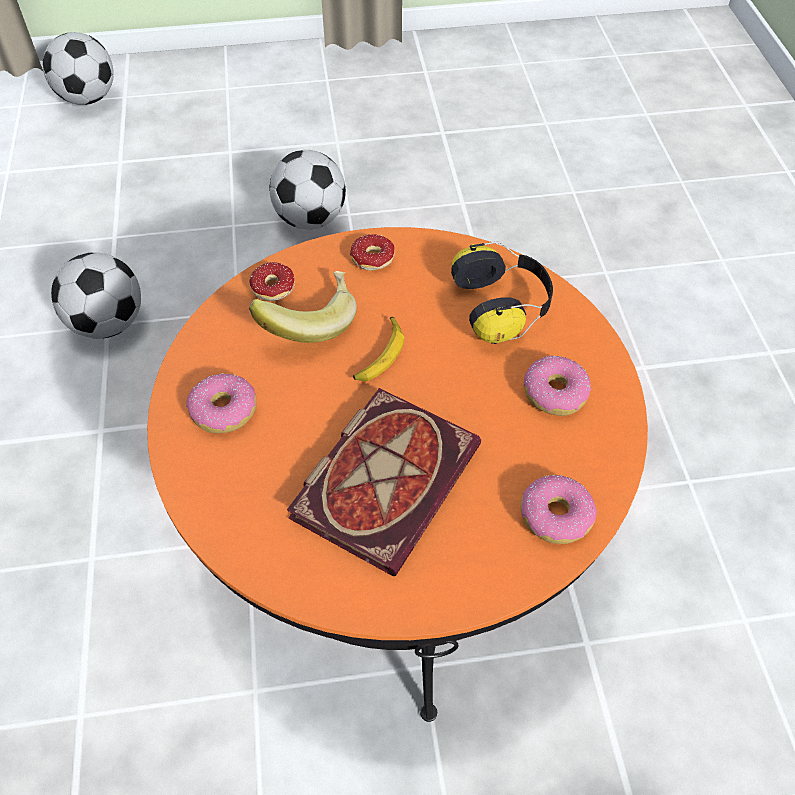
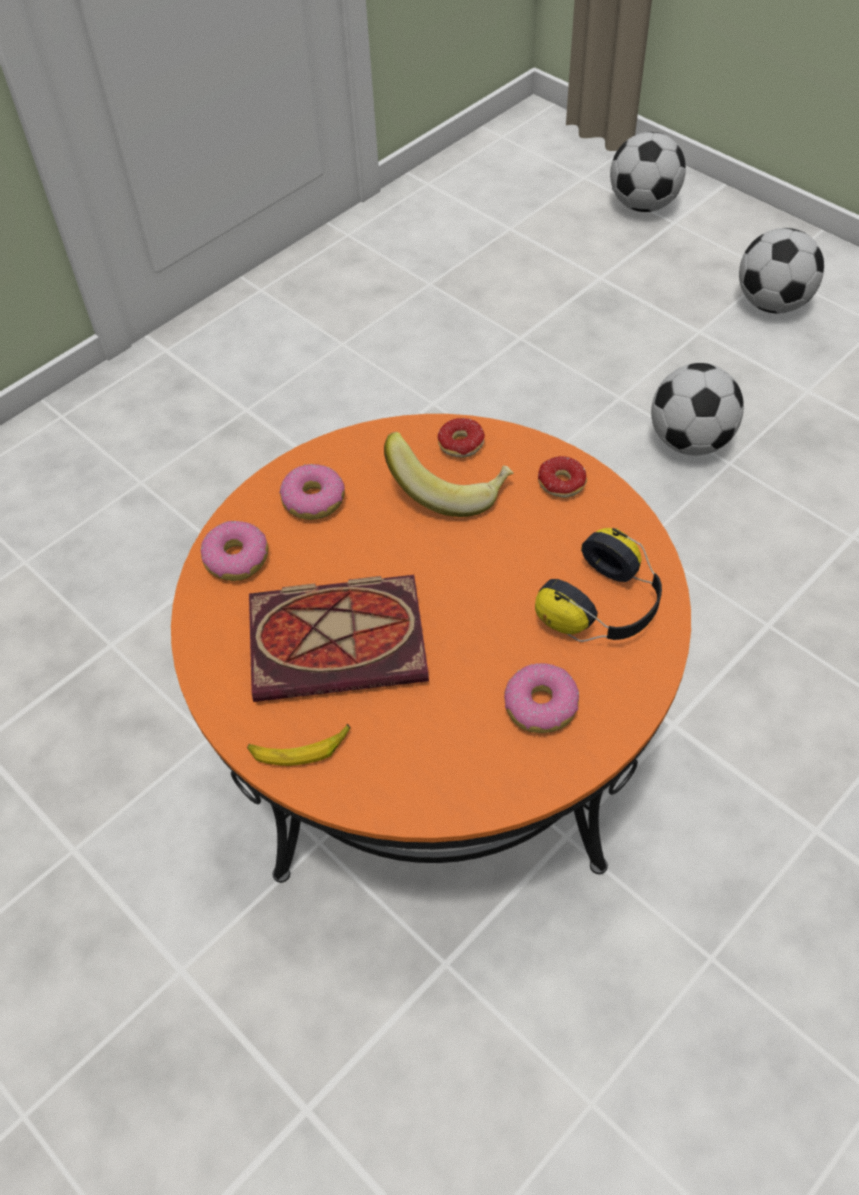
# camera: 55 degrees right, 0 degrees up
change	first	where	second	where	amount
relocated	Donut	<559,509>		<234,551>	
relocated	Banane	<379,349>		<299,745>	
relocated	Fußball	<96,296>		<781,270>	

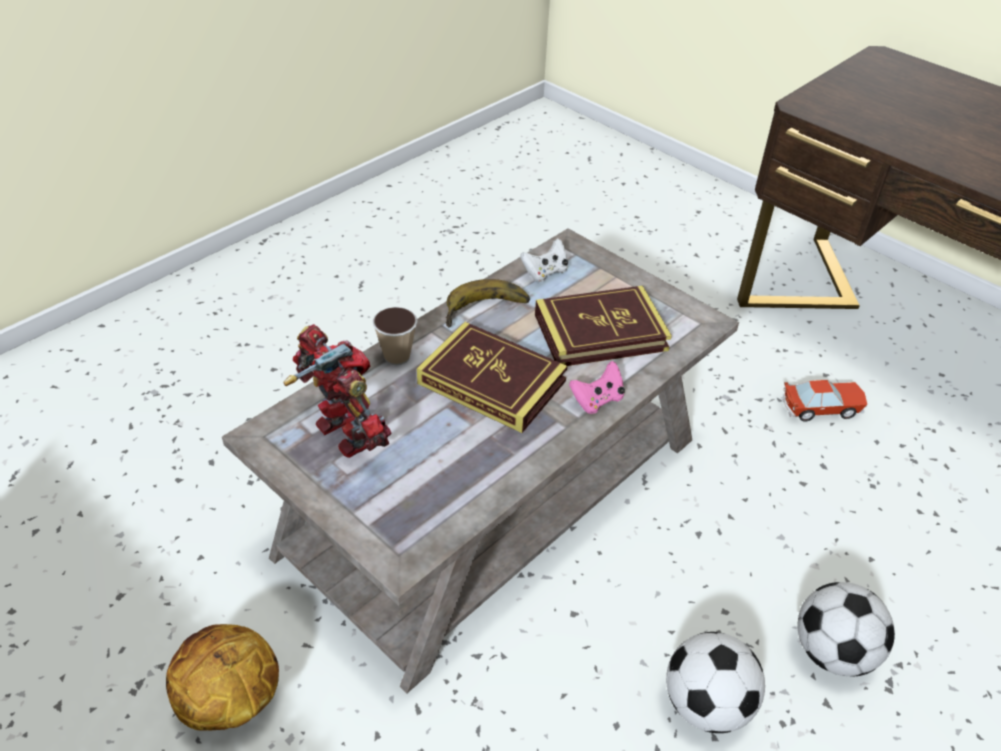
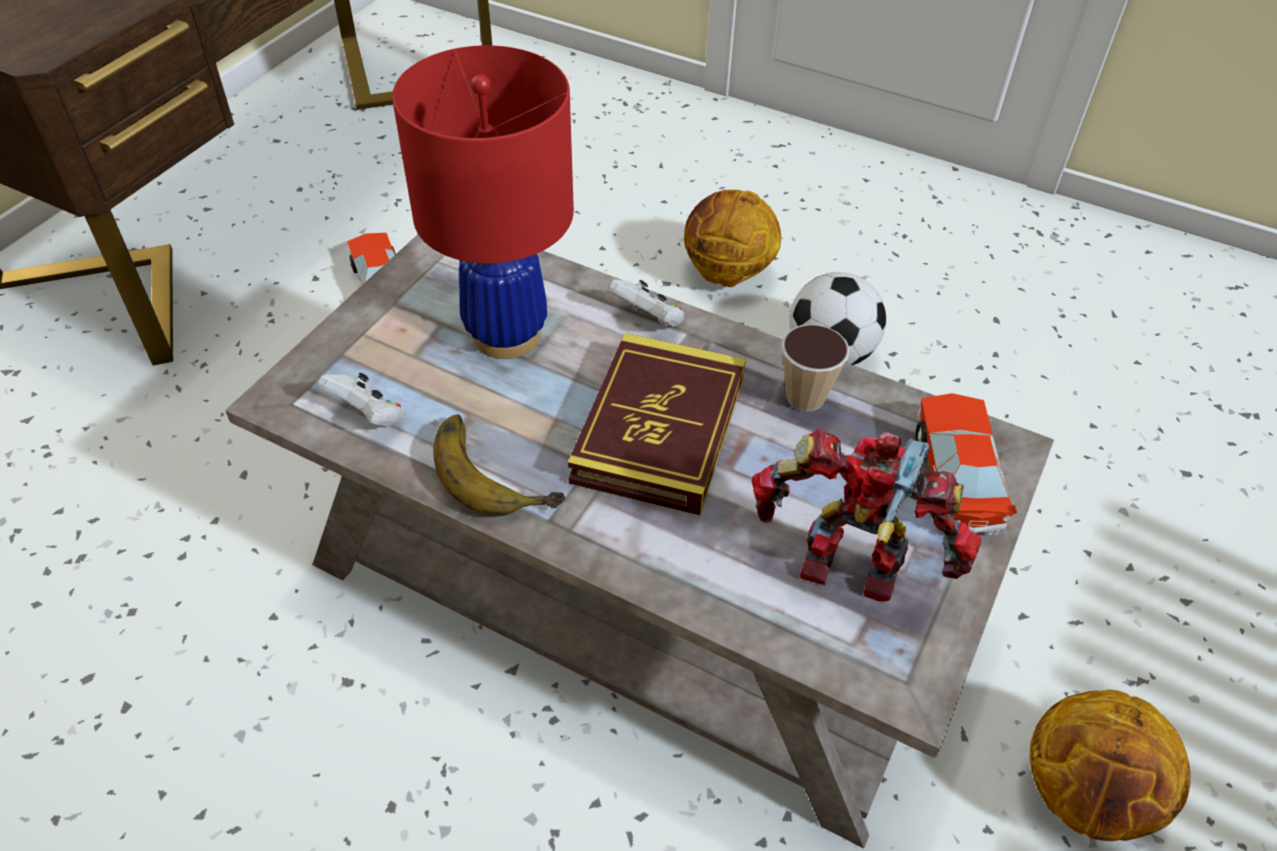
# camera: 105 degrees left, 5 degrees up
change	first	where	second	where	amount
exchanged	Buch	<603,326>	Tischlampe (rot)	<483,202>	
colour	Gamepad (rosa)	<597,387>	Gamepad (weiß)	<646,303>	
exchanged	Fußball	<846,629>	Basketball	<732,238>	
spun	Spielzeugroboter	<338,391>		<866,515>	75 degrees clockwise
relocated	Tasse	<395,336>		<815,368>	
appeared			Spielzeugauto	<966,464>	

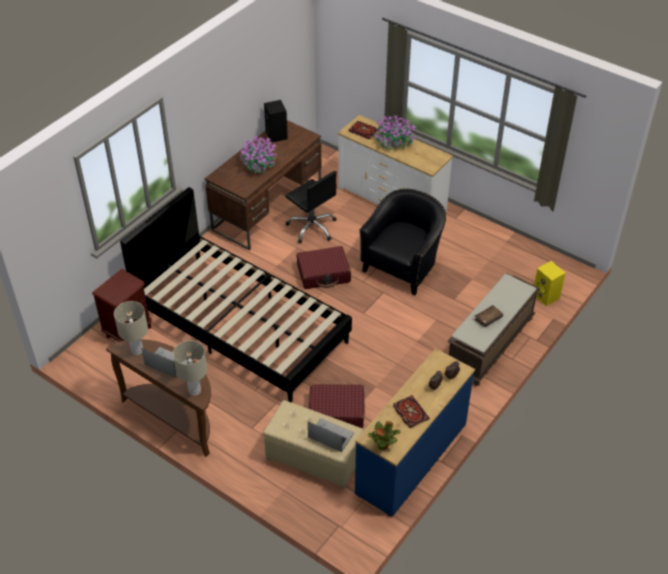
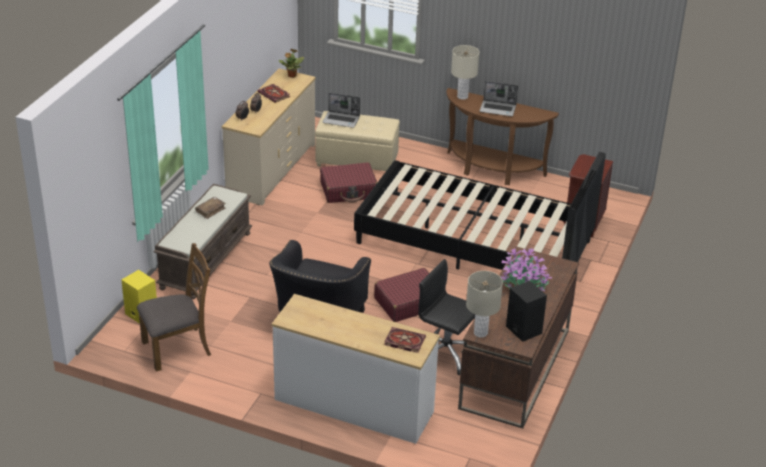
# camera: 165 degrees right, 10 degrees down
change	first	where	second	where	amount
appeared			Stuhl (braun)	<174,307>	
colour	Kommode (blau)	<415,432>	Kommode (beige)	<269,137>	
relocated	Tischlampe (beige)	<131,328>		<484,304>	
missing	Topfpflanze	<395,132>			

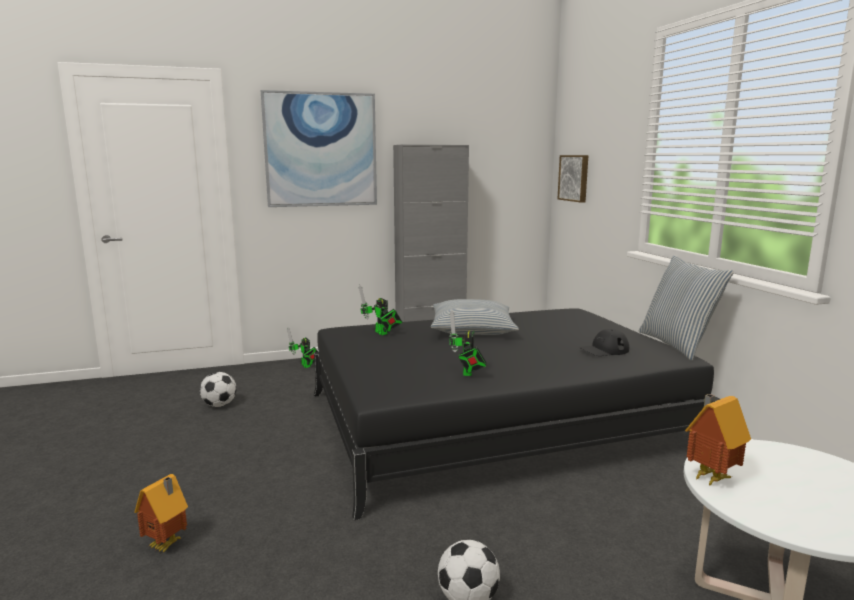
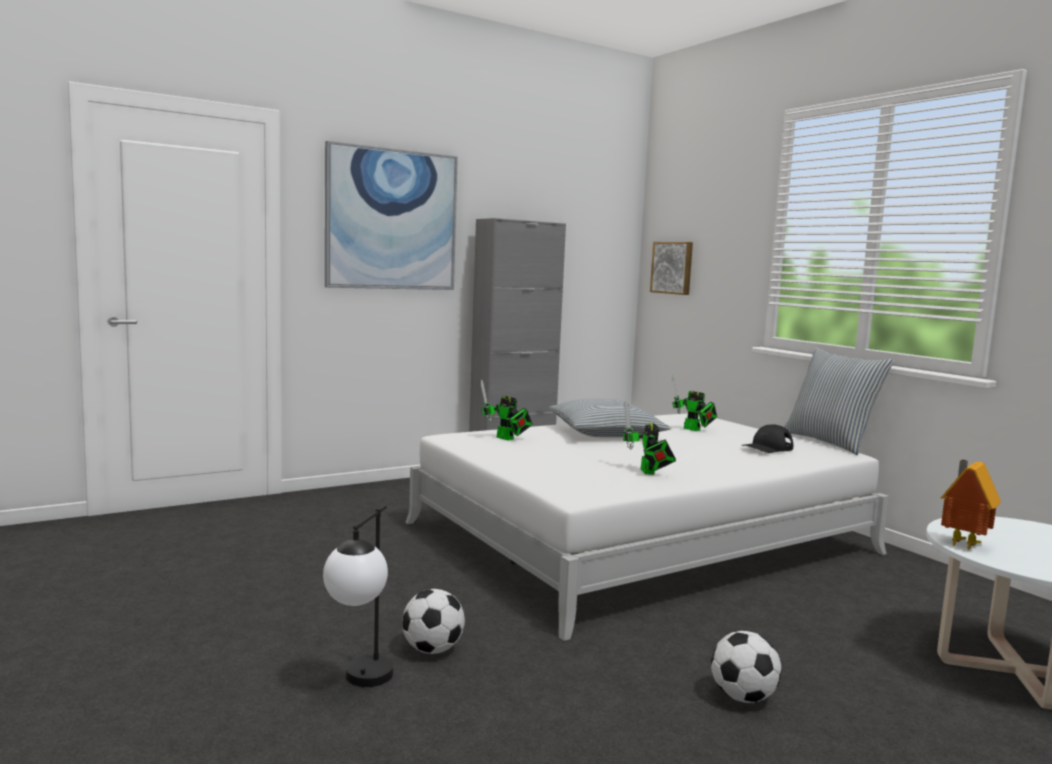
# camera: 15 degrees left, 5 degrees down
change	first	where	second	where	amount
exchanged	Spielzeughaus	<161,513>	Tischlampe	<358,596>	
relocated	Fußball	<218,389>		<433,621>	
colour	Bett (schwarz)	<517,414>	Bett (weiß)	<647,527>	
relocated	Spielzeugroboter	<302,347>		<694,403>	

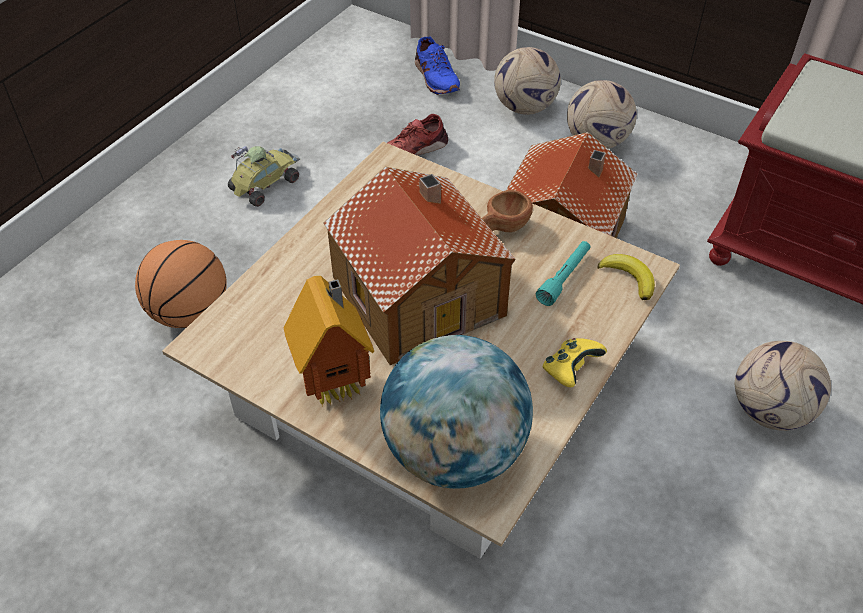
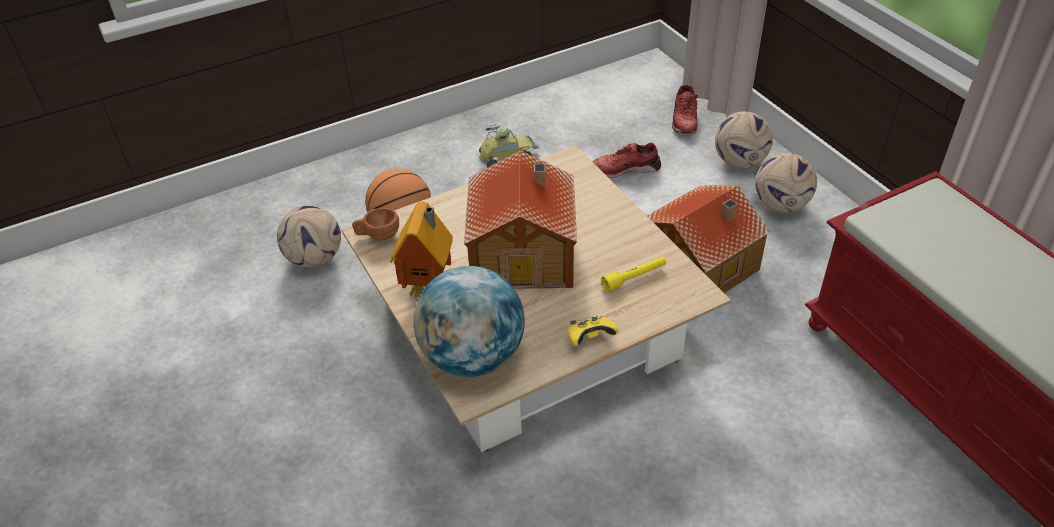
# camera: 30 degrees right, 5 degrees down
change	first	where	second	where	amount
relocated	Fußball	<783,386>		<309,236>	
relocated	Tasse (braun)	<507,211>		<375,224>	
colour	Taschenlampe (türkis)	<563,273>	Taschenlampe (gelb)	<633,274>	
colour	Schuh (blau)	<437,66>	Schuh (rot)	<685,109>	
missing	Banane	<626,277>			

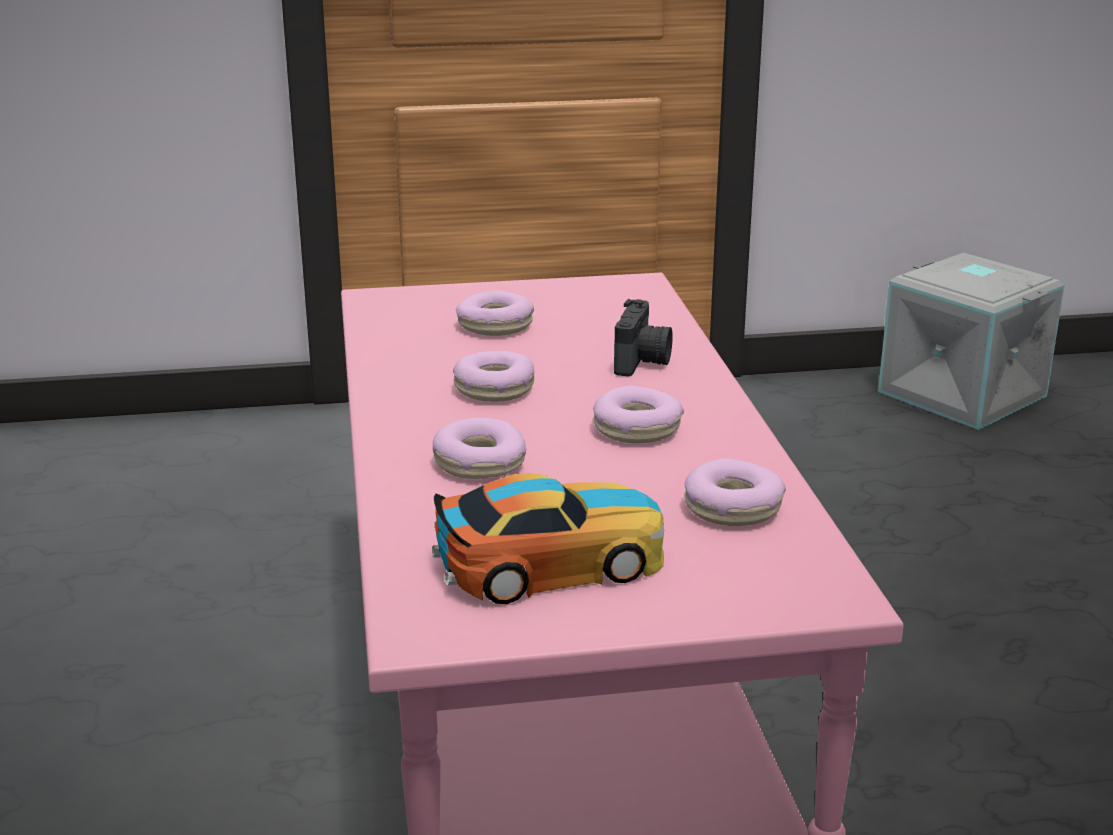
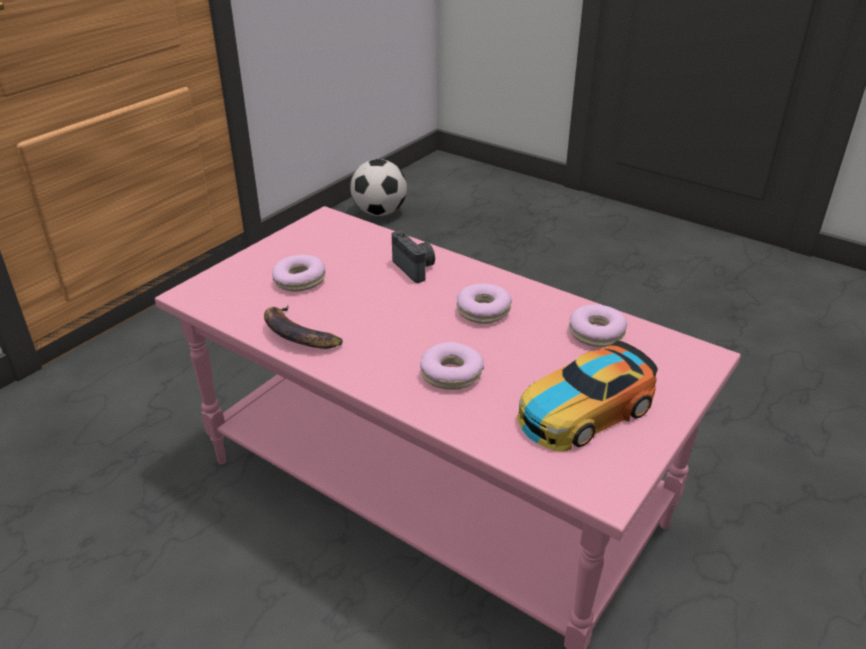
# camera: 45 degrees left, 10 degrees up
change	first	where	second	where	amount
appeared			Banane	<303,327>	
exchanged	Aufbewahrungsbox (grau)	<971,341>	Fußball	<378,187>	
spun	Spielzeugauto	<548,538>		<587,396>	150 degrees counterclockwise
missing	Donut	<493,376>			

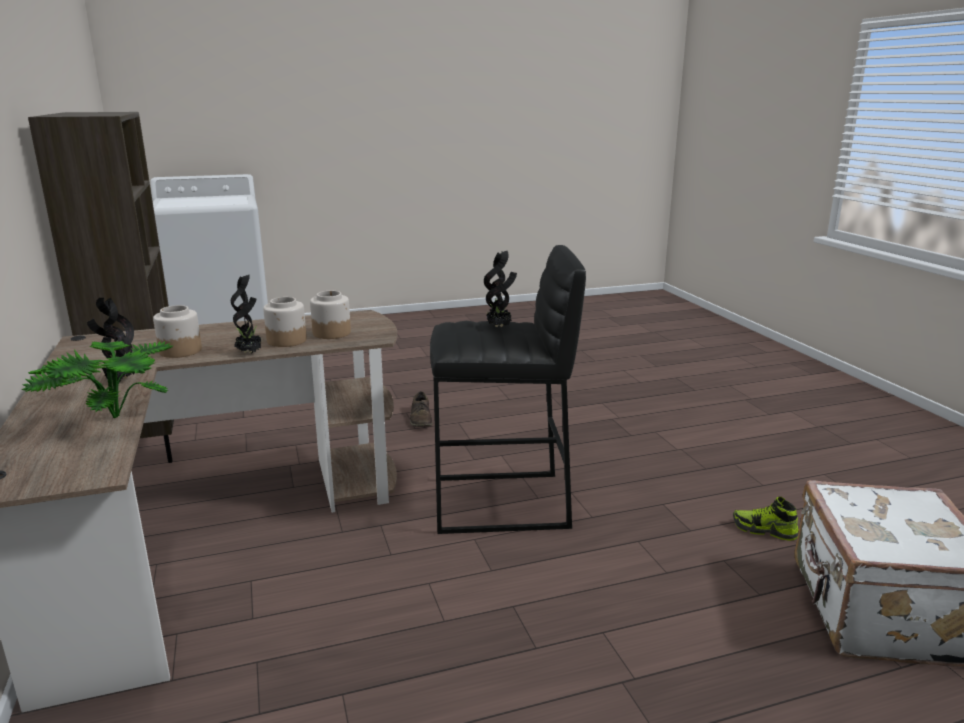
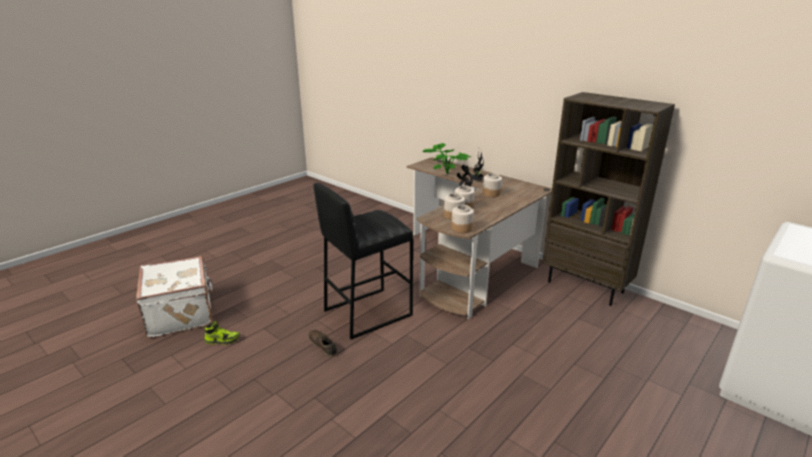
# camera: 150 degrees right, 5 degrees up
change	first	where	second	where	amount
relocated	Schuh (braun)	<421,409>		<322,343>	
appeared			Vorratsglas	<462,219>	
missing	Topfpflanze	<500,289>			

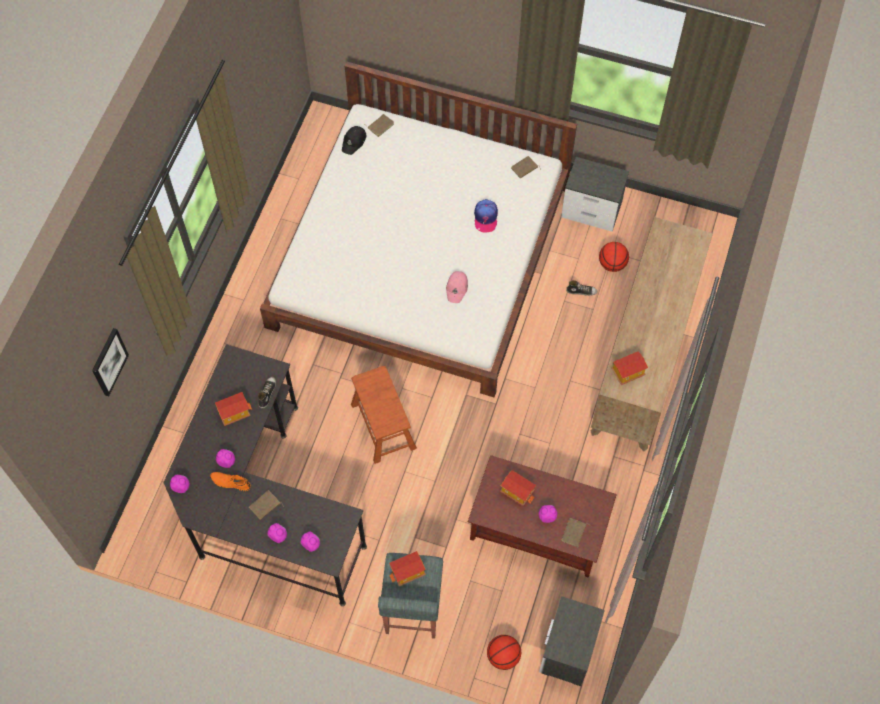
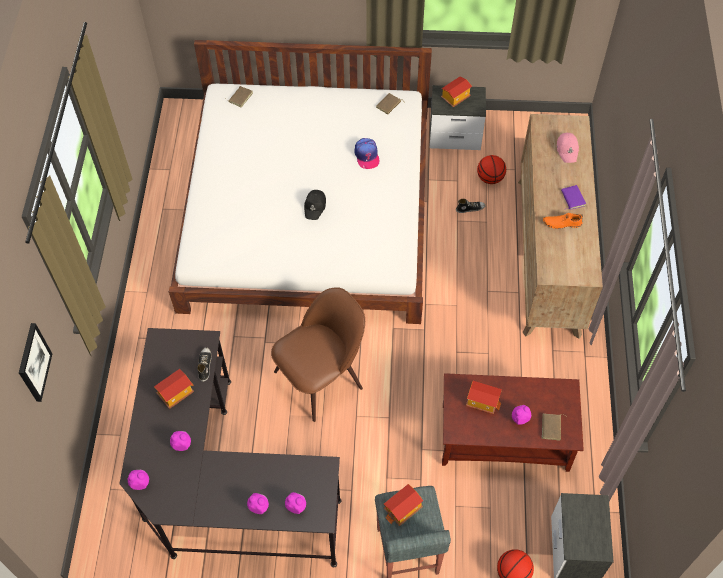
# camera: 15 degrees left, 5 degrees down
change	first	where	second	where	amount
exchanged	Hocker (braun)	<384,415>	Stuhl (braun)	<318,354>	
relocated	Kappe (schwarz)	<354,140>		<315,205>	
relocated	Spielzeughaus	<629,368>		<456,91>	
relocated	Schuh (orange)	<230,481>		<563,221>	
relocated	Kappe (rosa)	<457,287>		<568,148>	
appeared			Buch (lila)	<573,197>	
missing	Buch (braun)	<266,505>			

